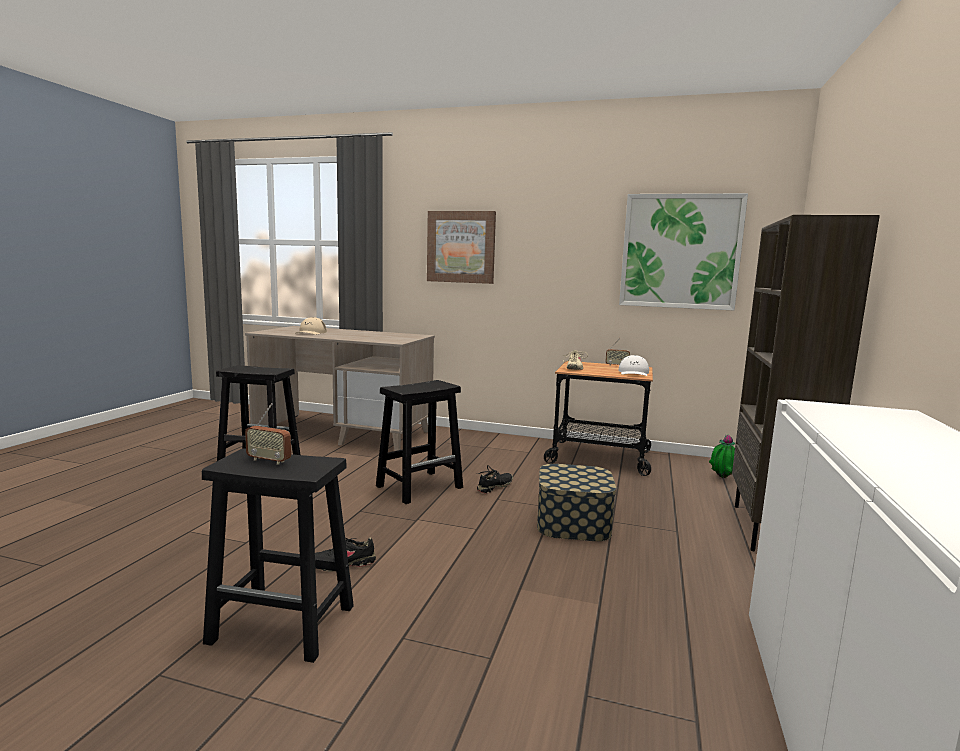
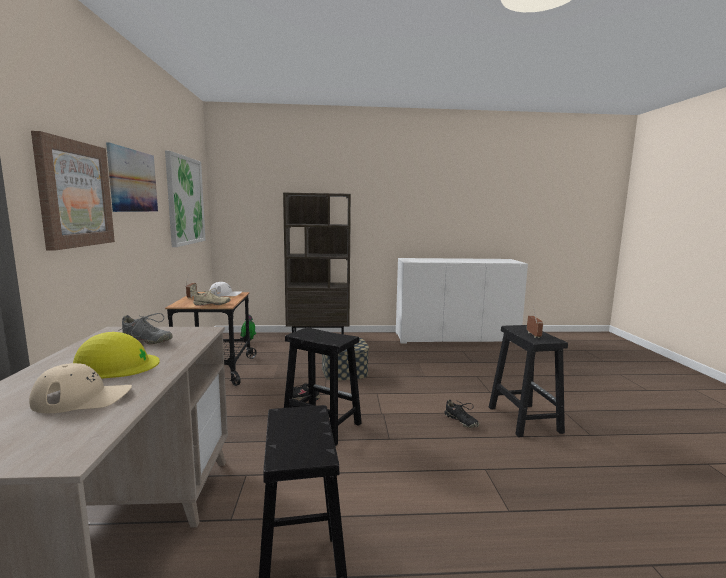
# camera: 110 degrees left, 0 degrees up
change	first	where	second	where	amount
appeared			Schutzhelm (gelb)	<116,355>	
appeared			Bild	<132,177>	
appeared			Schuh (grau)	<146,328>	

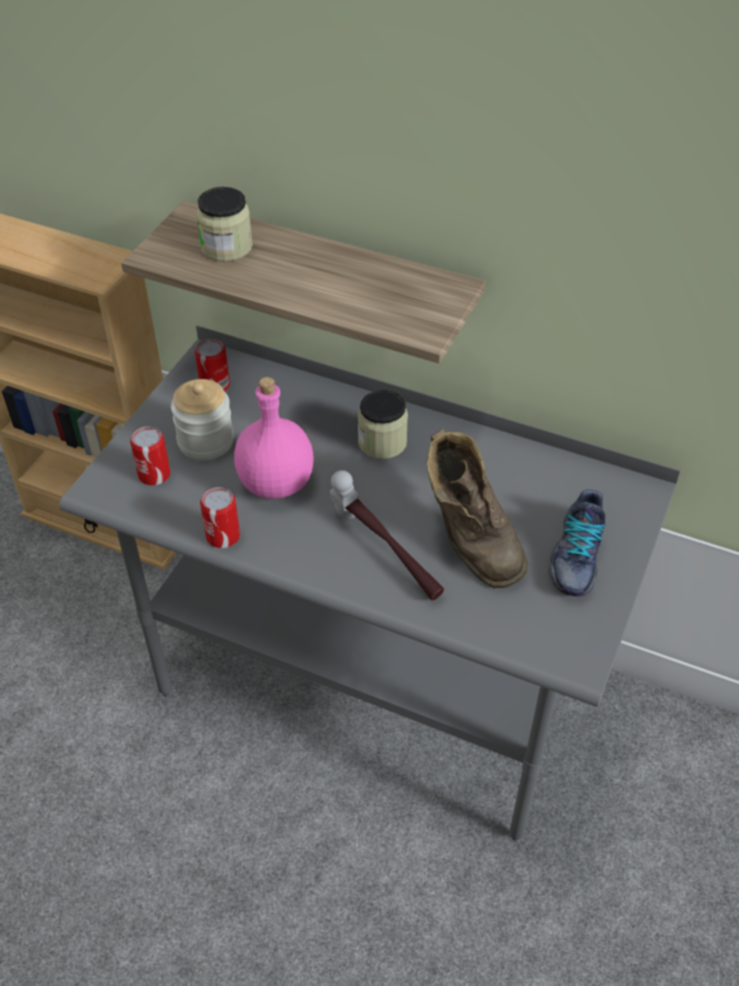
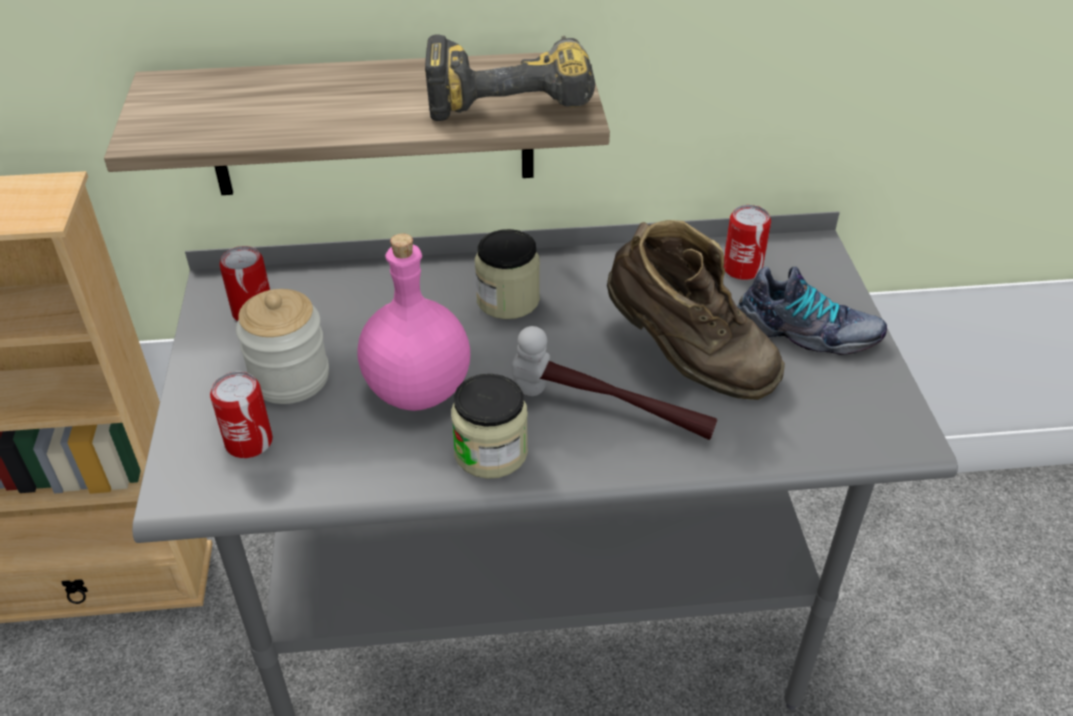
# camera: 30 degrees left, 5 degrees down
change	first	where	second	where	amount
appeared			Bohrmaschine	<510,77>	
relocated	Vorratsglas	<224,224>		<489,426>	
relocated	Dose	<220,517>		<747,242>	
spun	Schuh	<577,542>		<812,311>	60 degrees counterclockwise

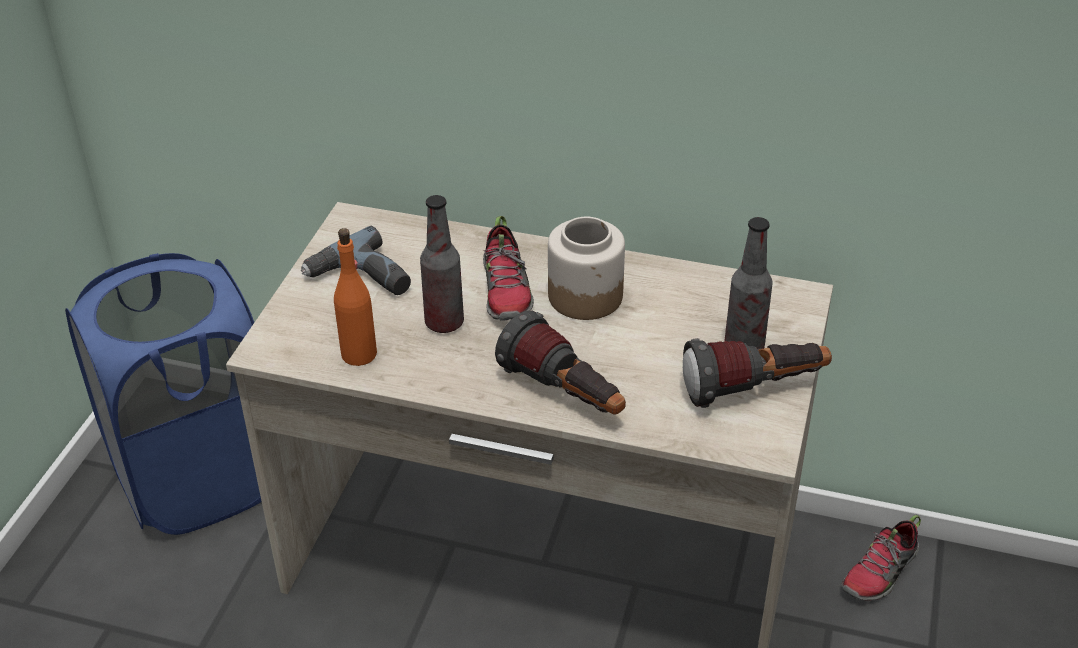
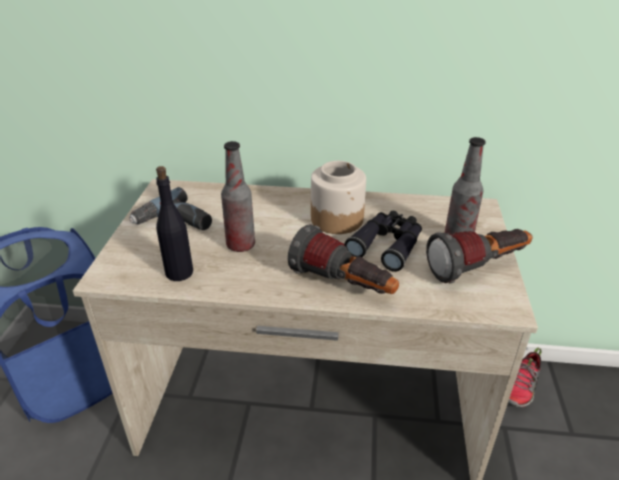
# camera: 10 degrees left, 5 degrees down
change	first	where	second	where	amount
colour	Flasche (orange)	<355,297>	Flasche (schwarz)	<174,223>	
appeared			Fernglas (schwarz)	<383,241>	
missing	Schuh	<508,268>			

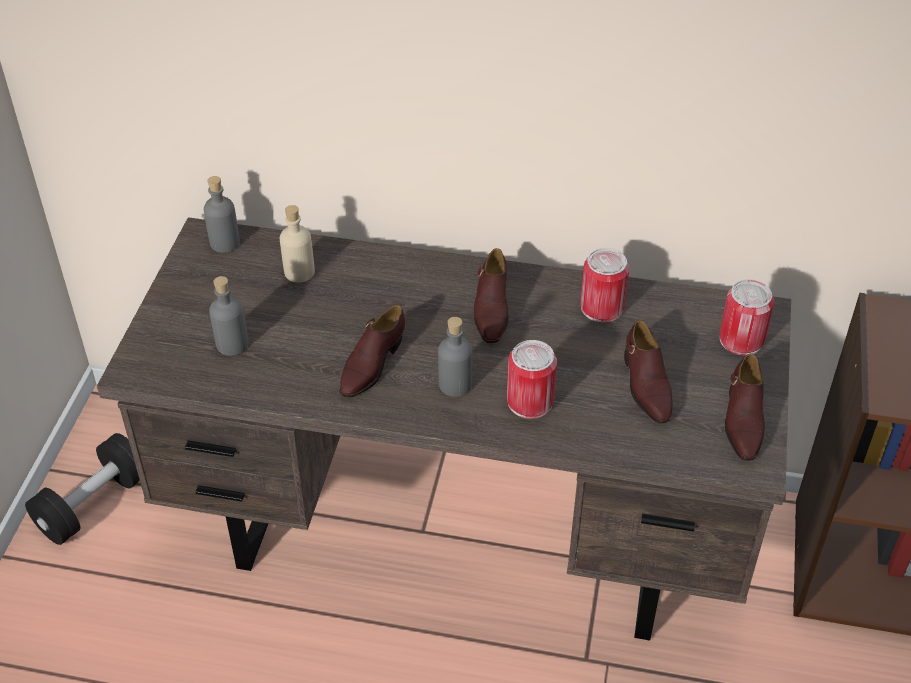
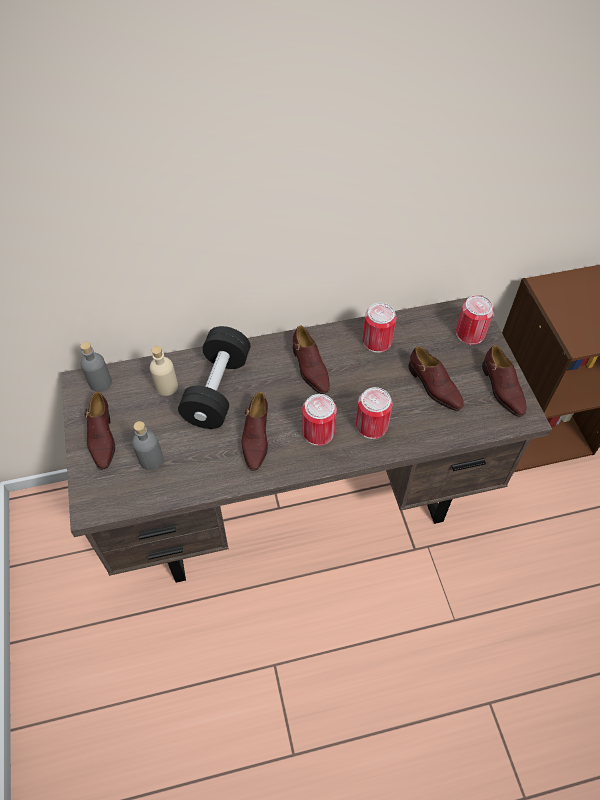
# camera: 25 degrees left, 10 degrees up
change	first	where	second	where	amount
appeared			Schuh (braun)	<100,430>	
relocated	Hantel (schwarz)	<82,489>		<214,377>	
exchanged	Flasche (grau)	<455,357>	Dose	<319,420>	

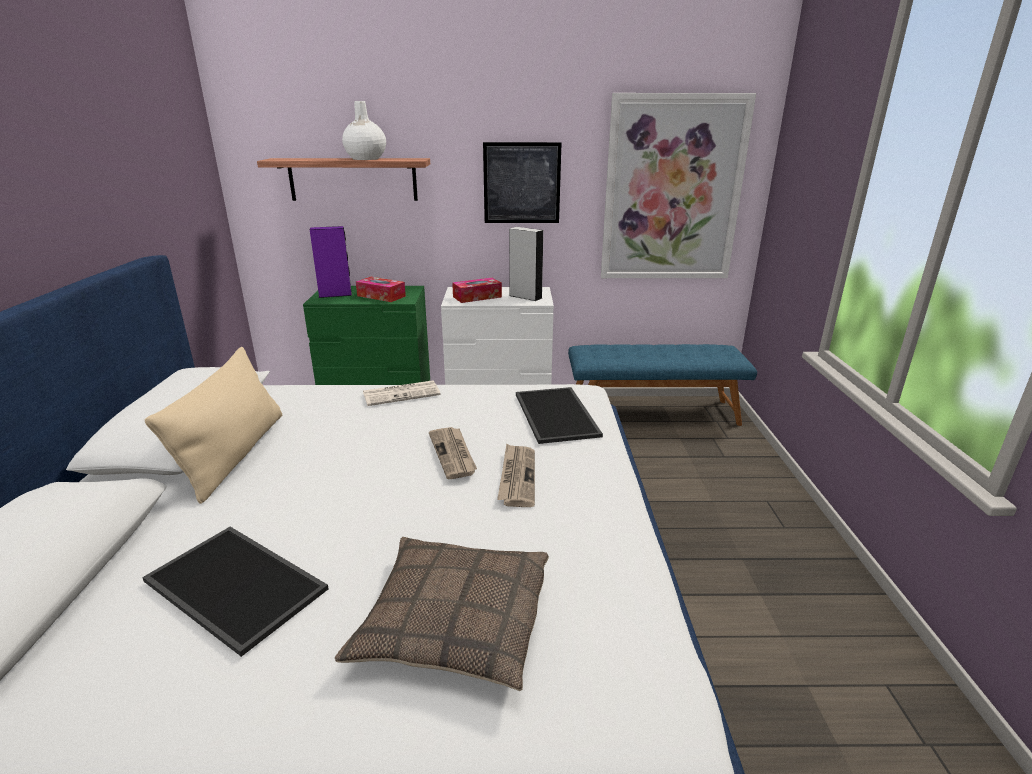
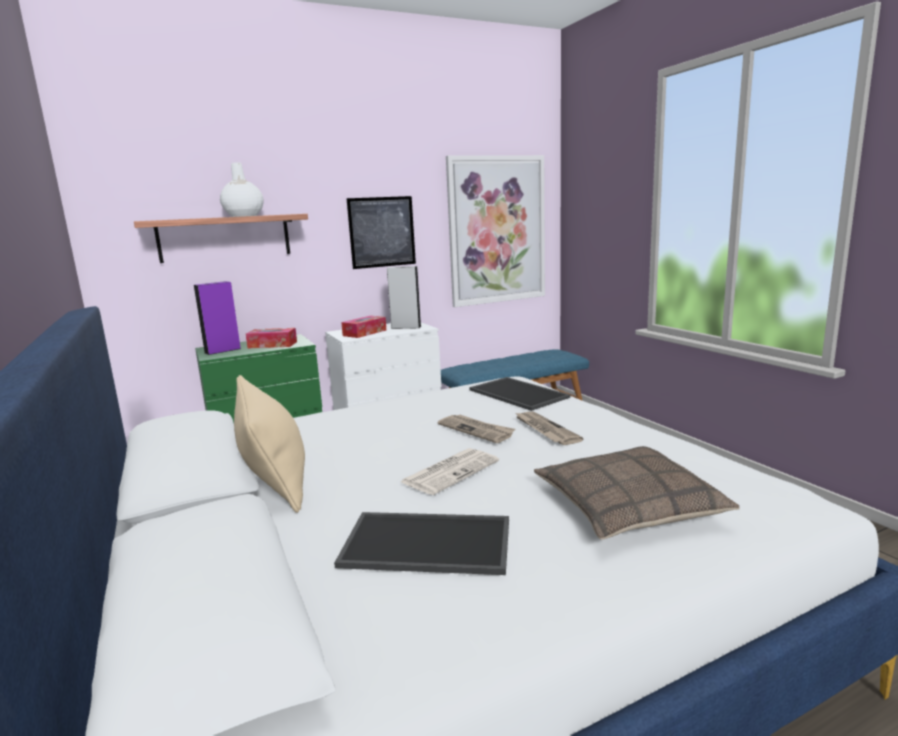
# camera: 25 degrees left, 10 degrees down
change	first	where	second	where	amount
relocated	Zeitung	<402,393>		<450,471>	

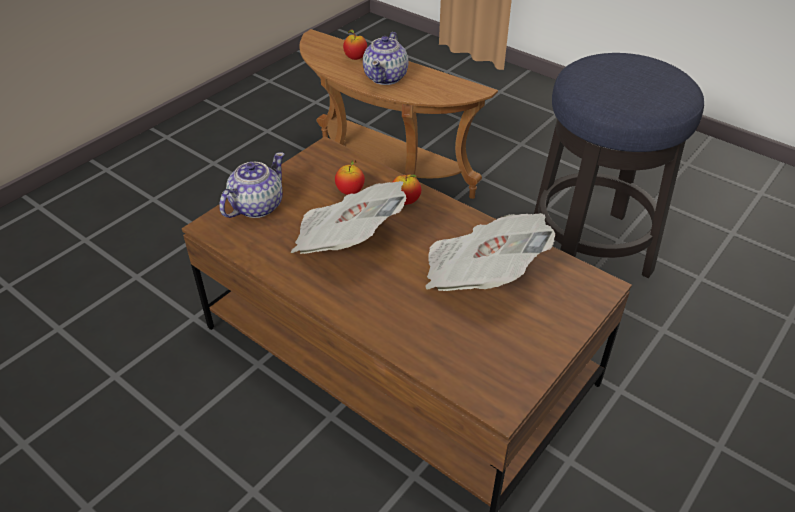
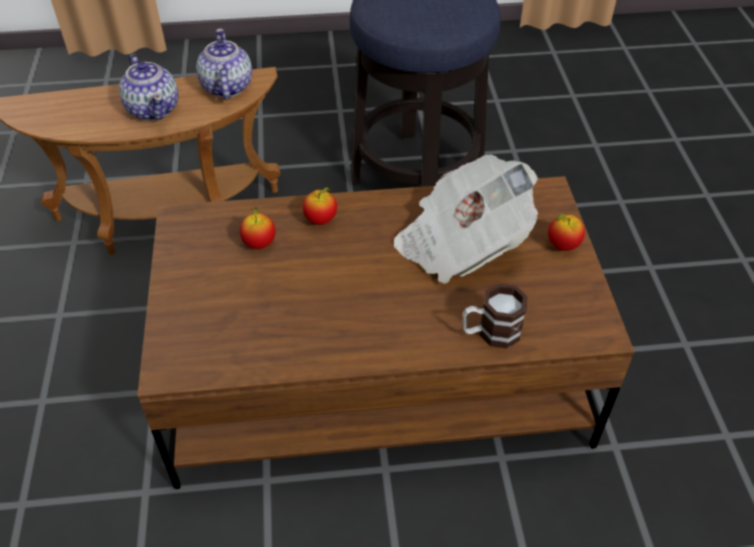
# camera: 45 degrees left, 5 degrees up
change	first	where	second	where	amount
relocated	Teekanne	<251,185>		<224,64>	
appeared			Henkelbecher	<495,316>	
relocated	Apfel	<355,44>		<566,232>	
missing	Zeitung	<348,217>			

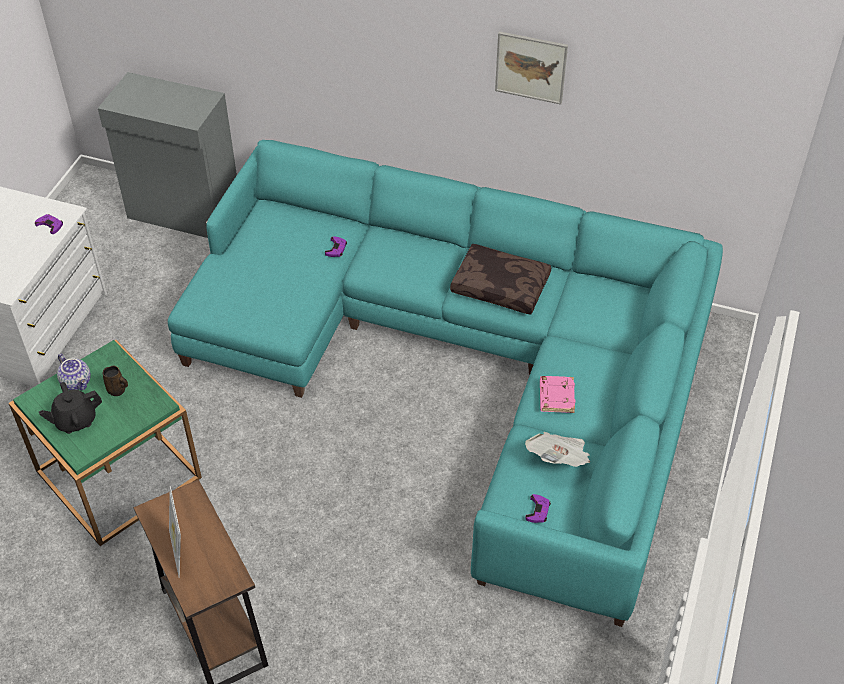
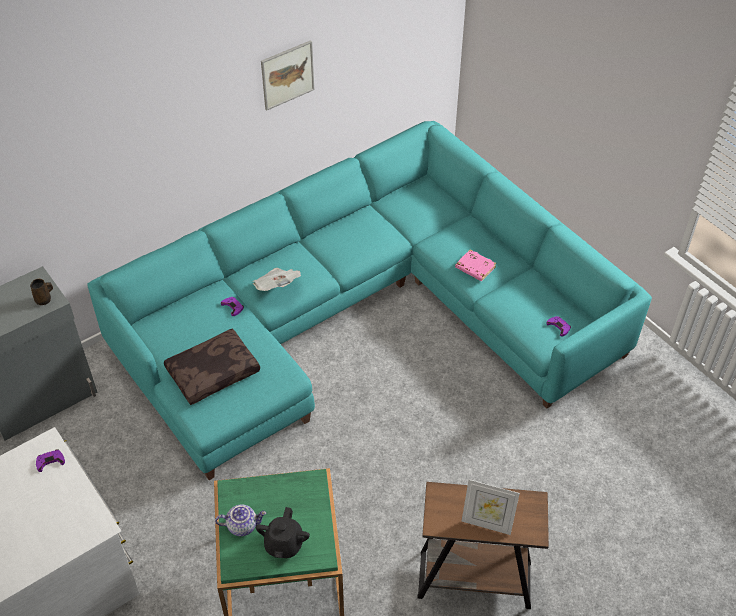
# camera: 55 degrees left, 0 degrees up
change	first	where	second	where	amount
relocated	Henkelbecher (braun)	<115,380>		<41,292>	
relocated	Kissen (braun)	<500,279>		<212,366>	
relocated	Zeitung	<557,449>		<277,279>	

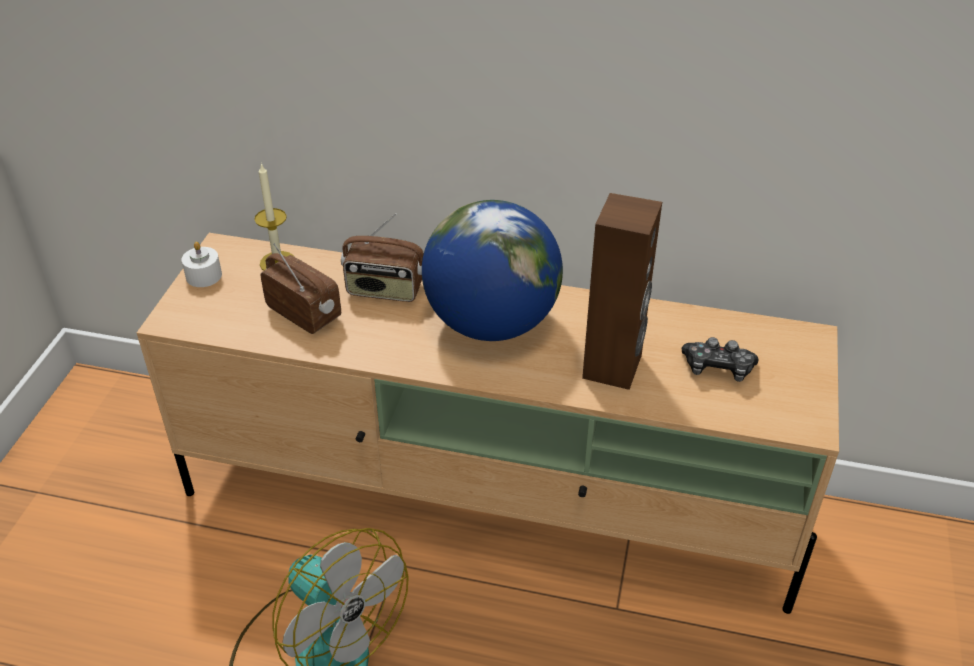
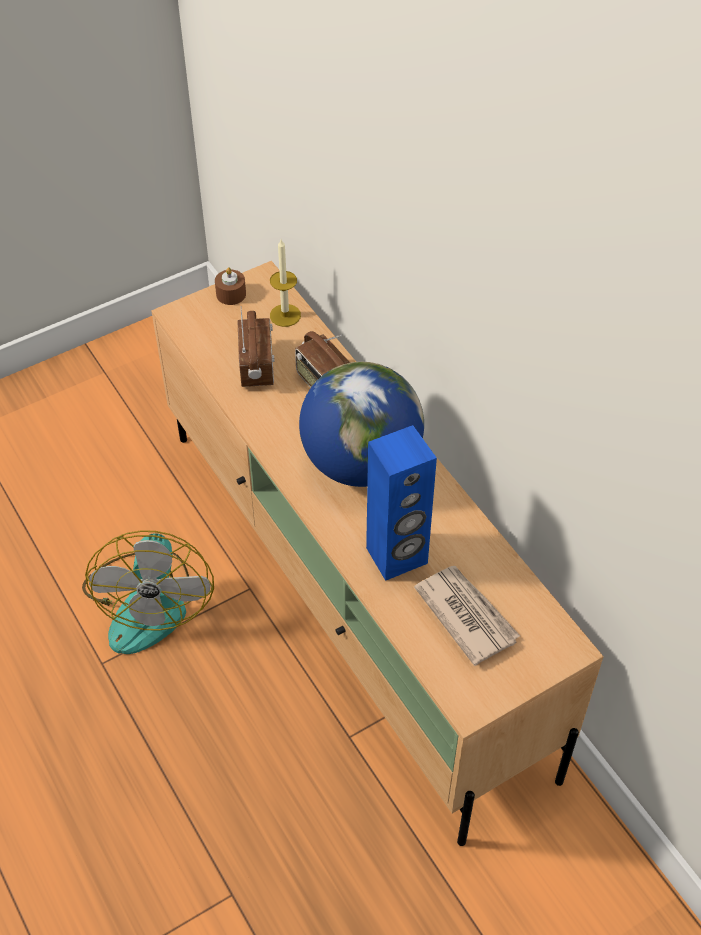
# camera: 45 degrees right, 10 degrees up
change	first	where	second	where	amount
colour	Kerze (weiß)	<202,264>	Kerze (braun)	<230,286>	
colour	Lautsprecher (braun)	<622,291>	Lautsprecher (blau)	<401,503>	
exchanged	Gamepad	<720,359>	Zeitung	<467,616>	

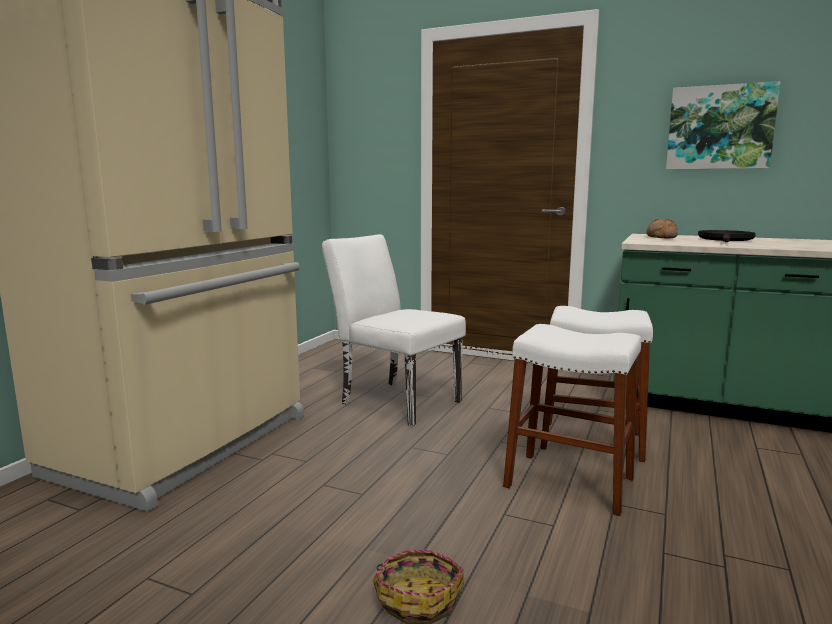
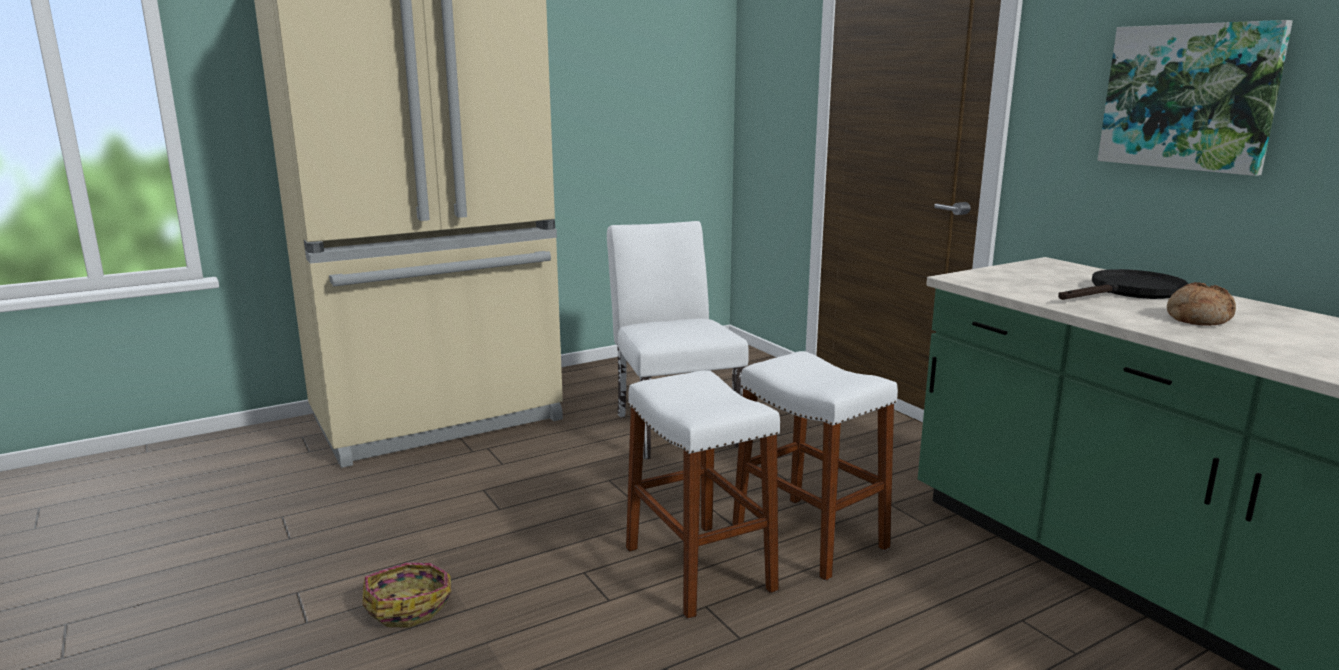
# camera: 35 degrees right, 5 degrees up
change	first	where	second	where	amount
relocated	Brot	<662,228>		<1201,304>	

